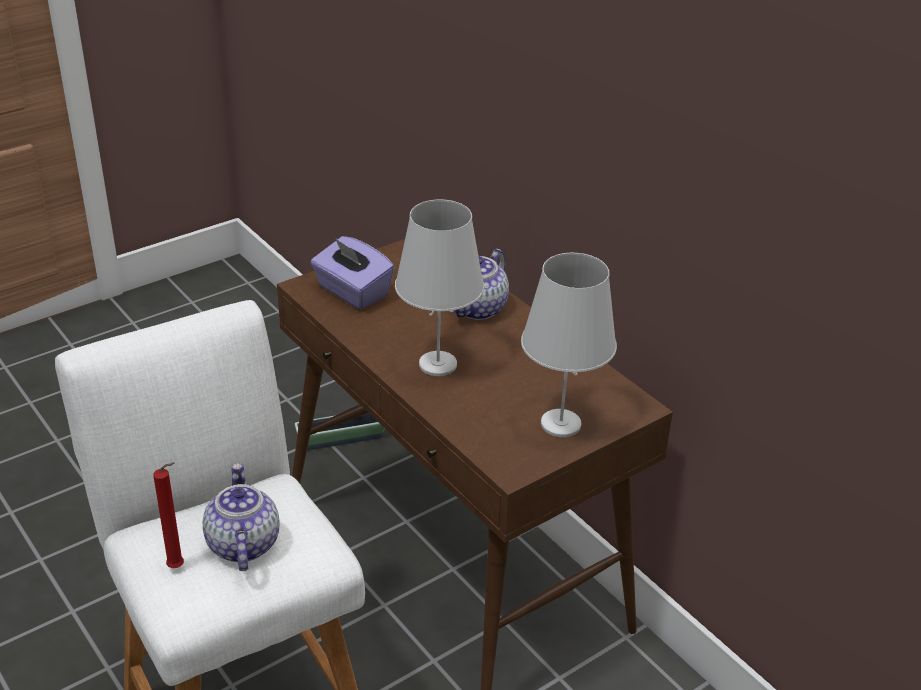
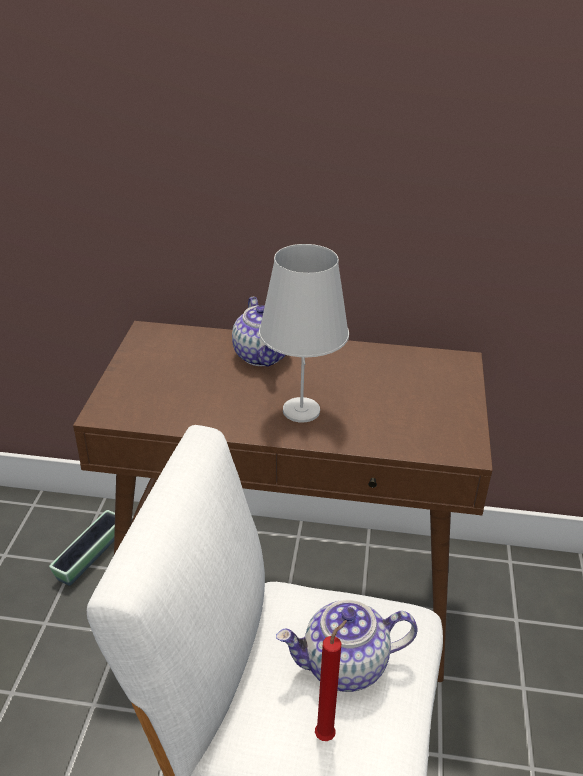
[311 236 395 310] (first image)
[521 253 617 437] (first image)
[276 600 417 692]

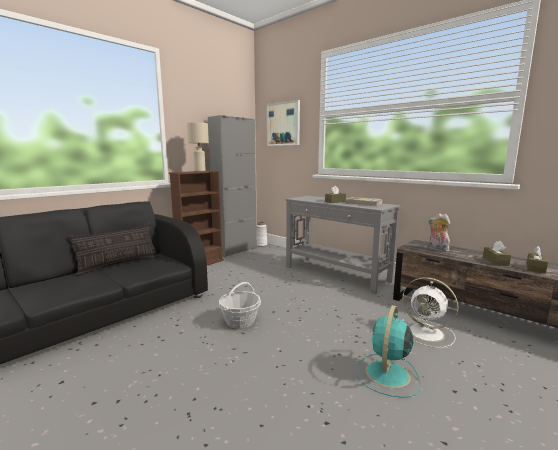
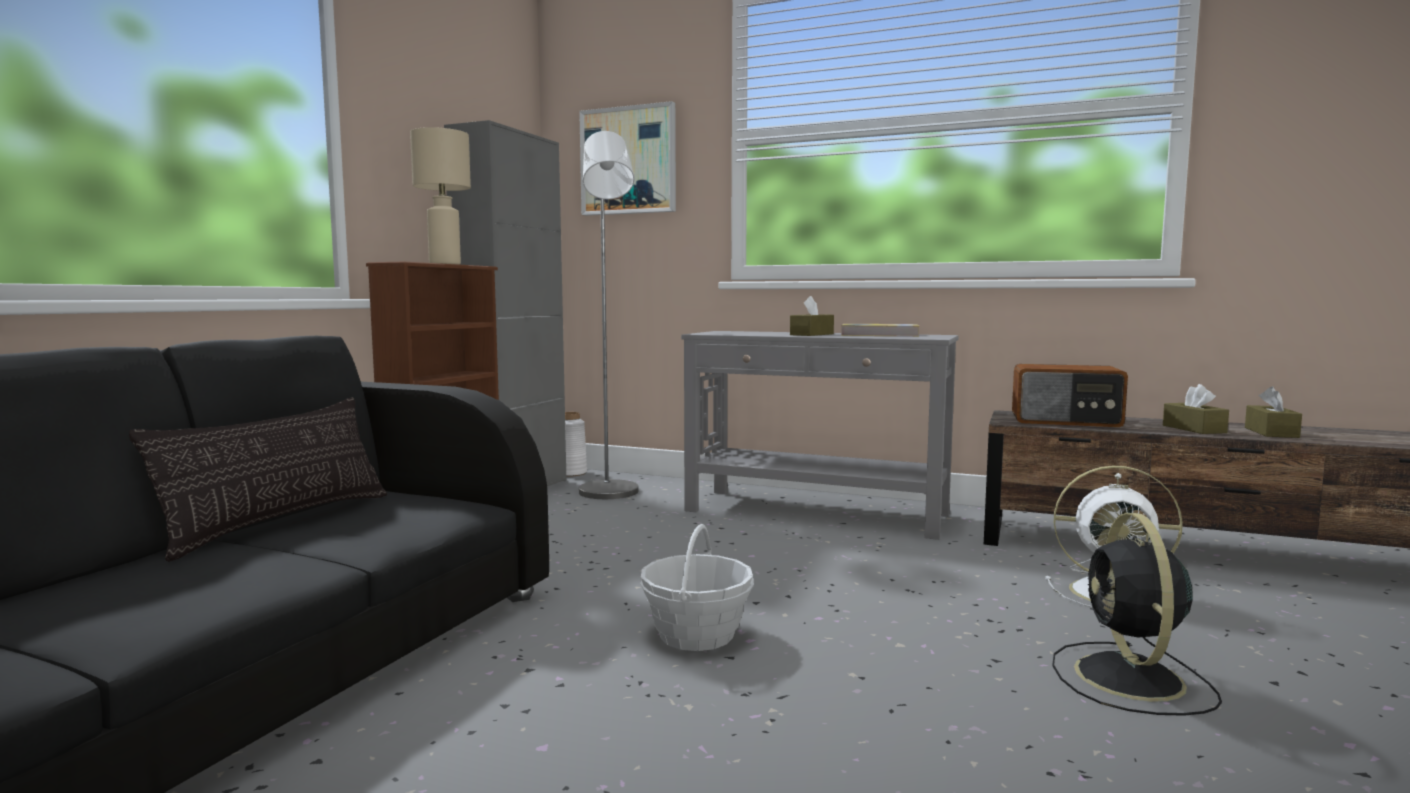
[579 131 639 499]
[1012 364 1128 427]
[1052 513 1222 716]

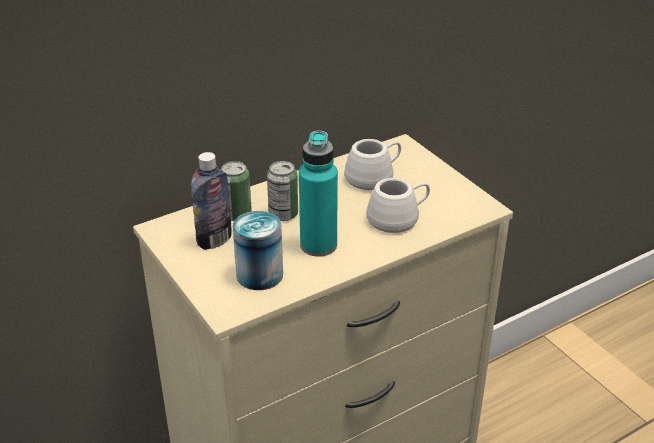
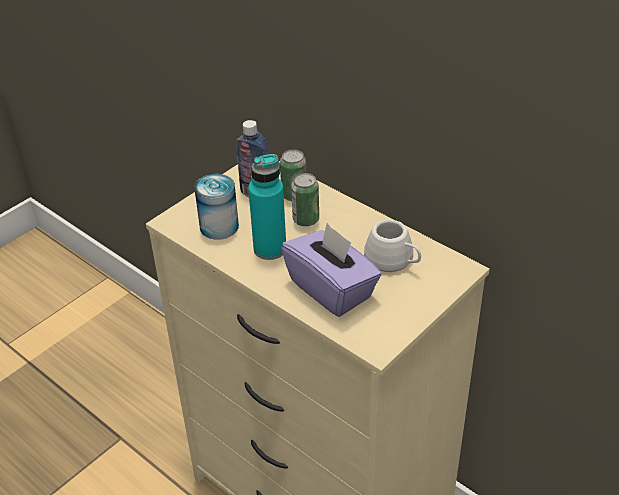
[281 223 382 317]

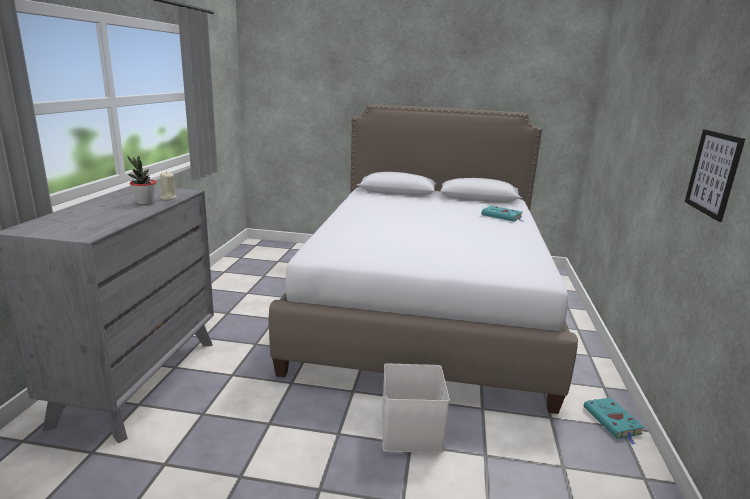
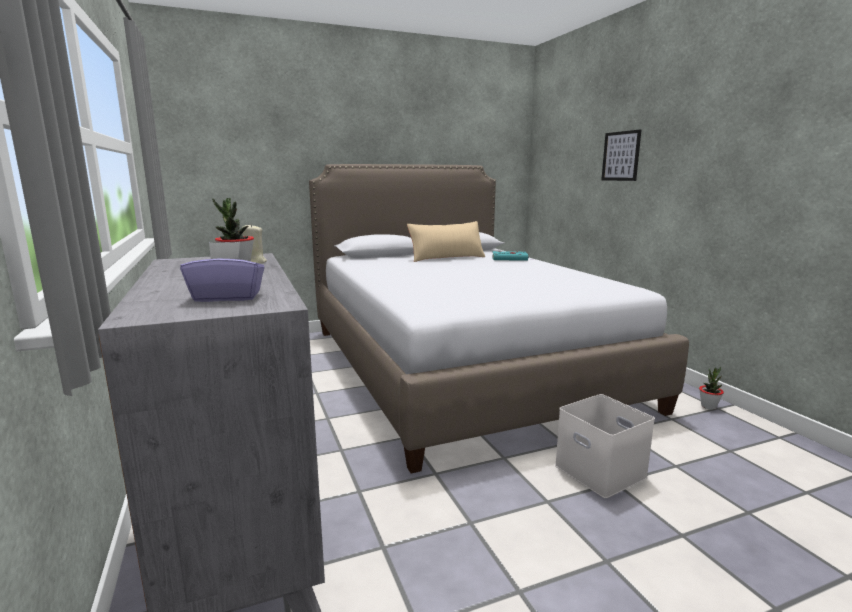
[180 242 265 302]
[407 221 485 262]
[601 129 641 181]
[699 366 724 410]

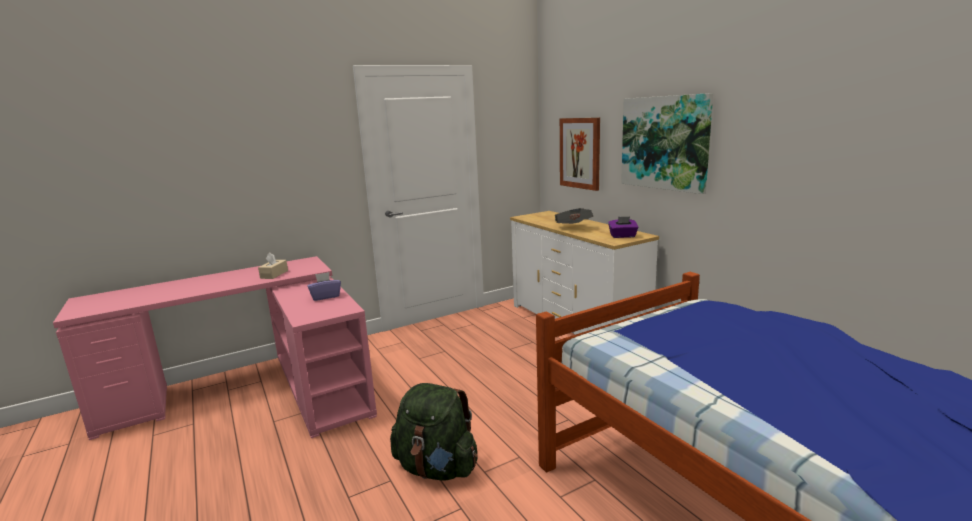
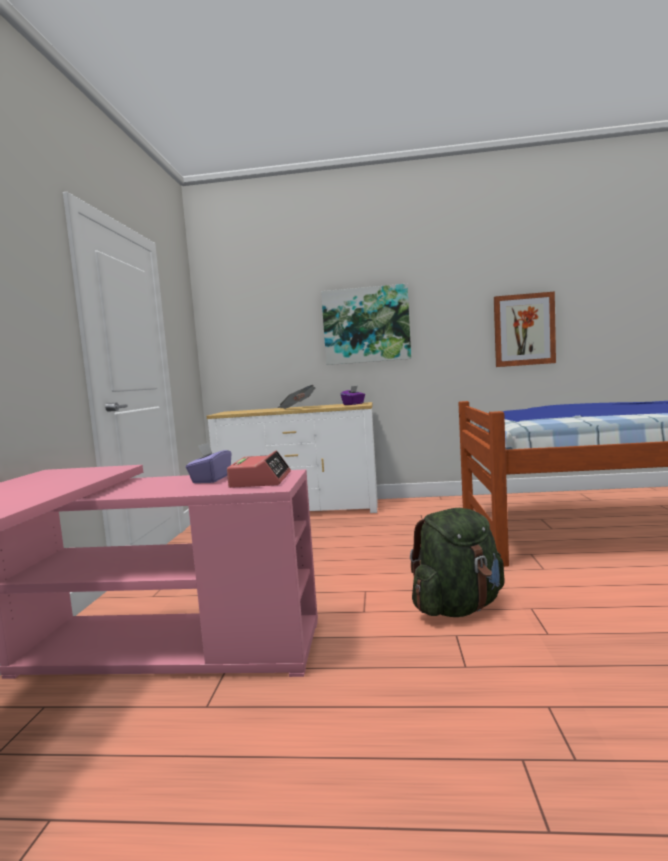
[258 253 288 279] (first image)
[227 451 291 488]
[494 291 556 367]

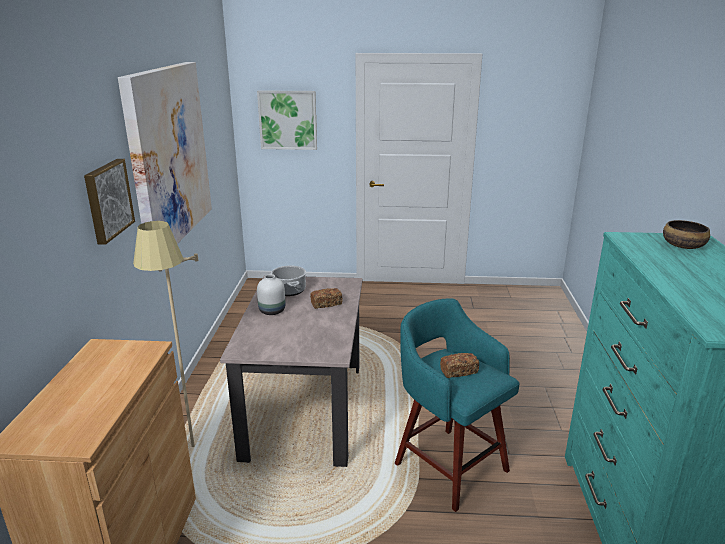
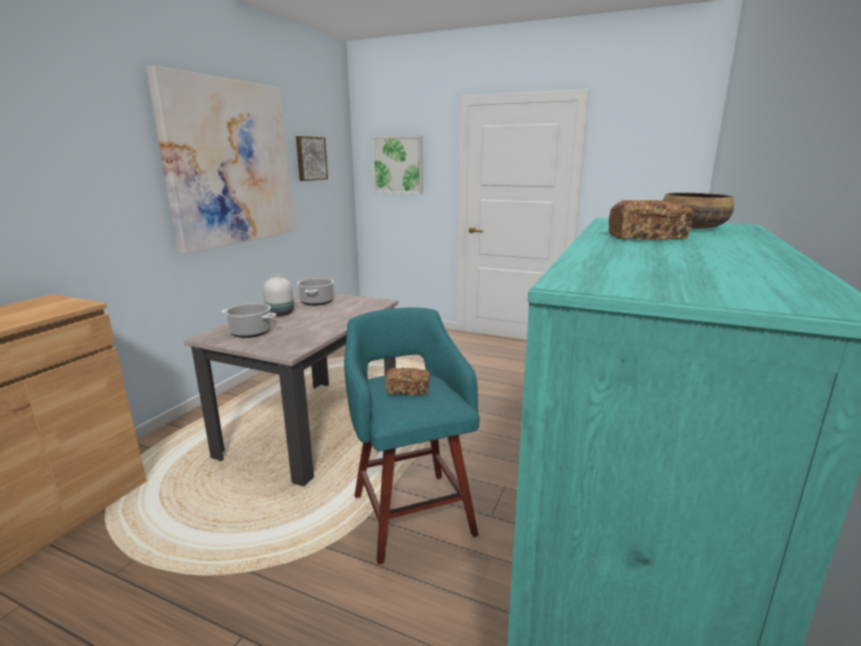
[133 221 198 447] (first image)
[221 303 276 338]
[296 136 328 181]
[609 200 693 240]

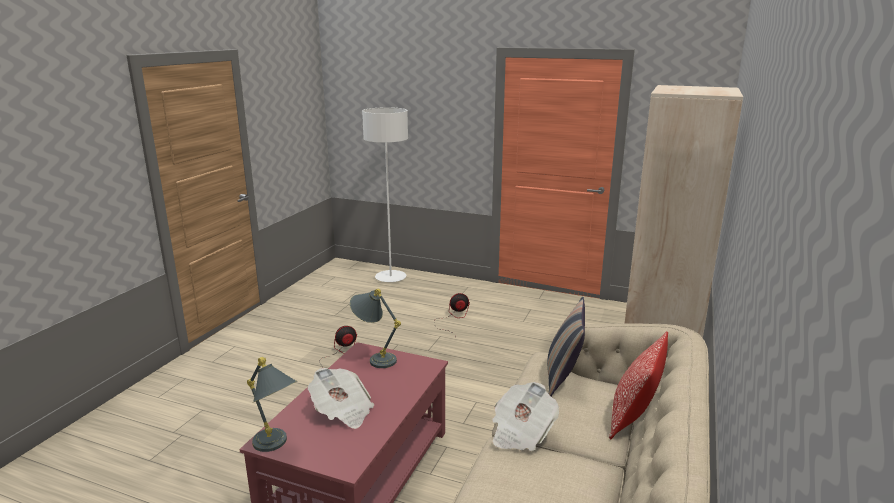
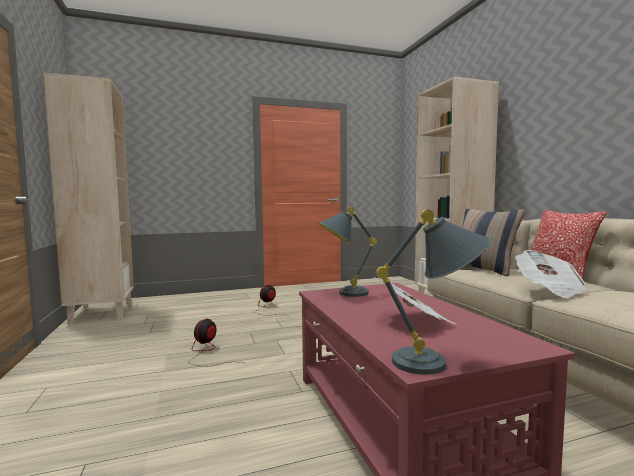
[362 107 408 282] (first image)
[43 73 134 325]

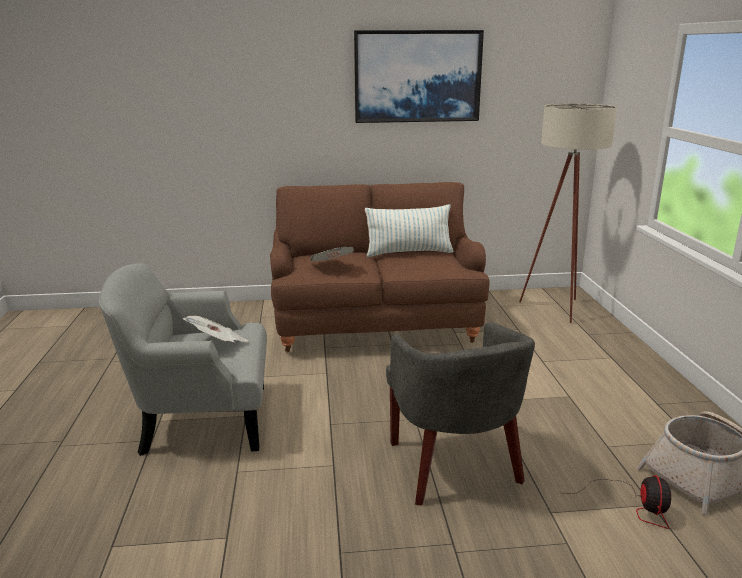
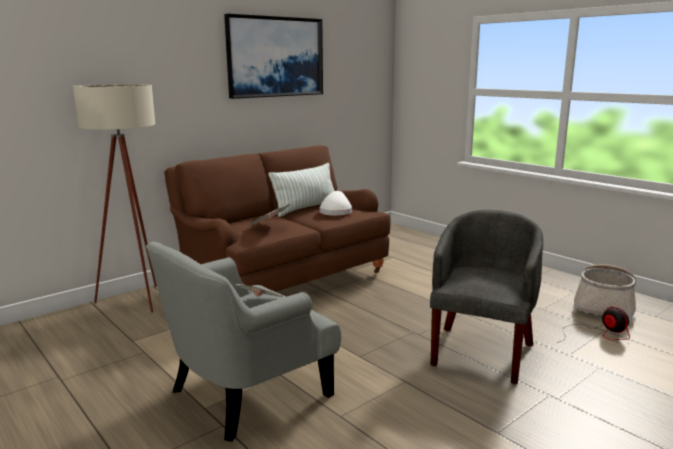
[319 191 352 216]
[73 84 157 313]
[430 210 543 384]

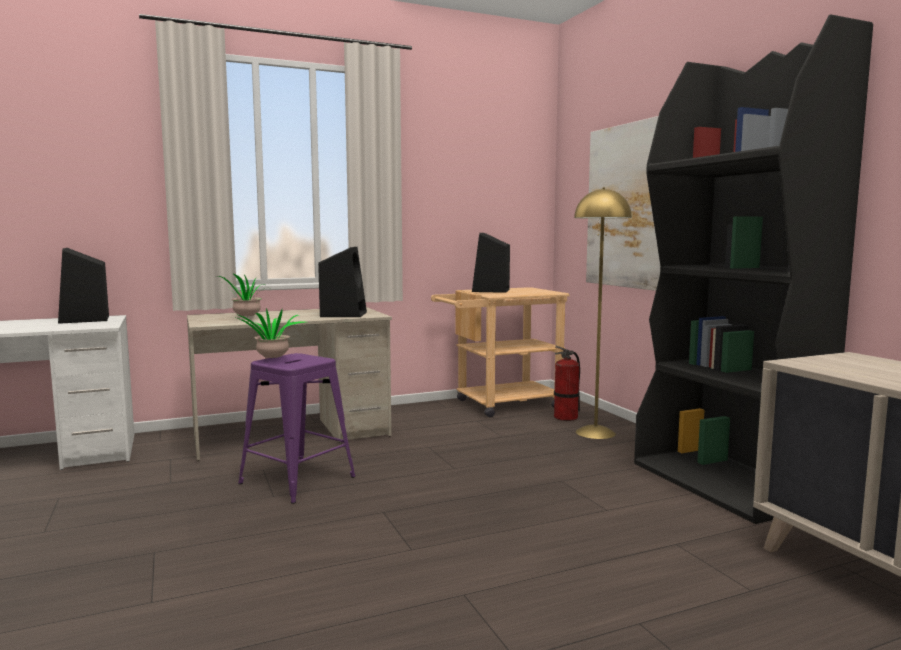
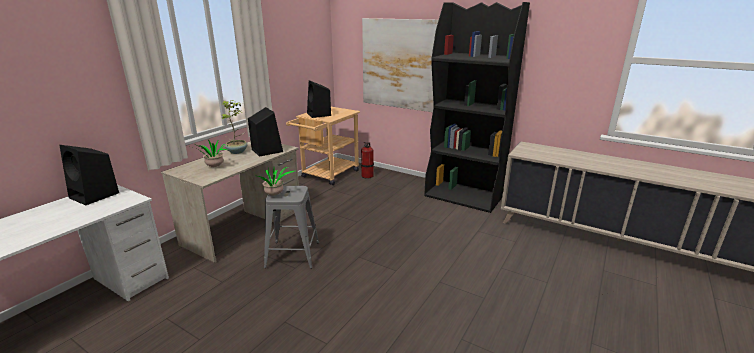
[574 188 632 439] (first image)
[221 100 247 154]
[264 186 319 269]

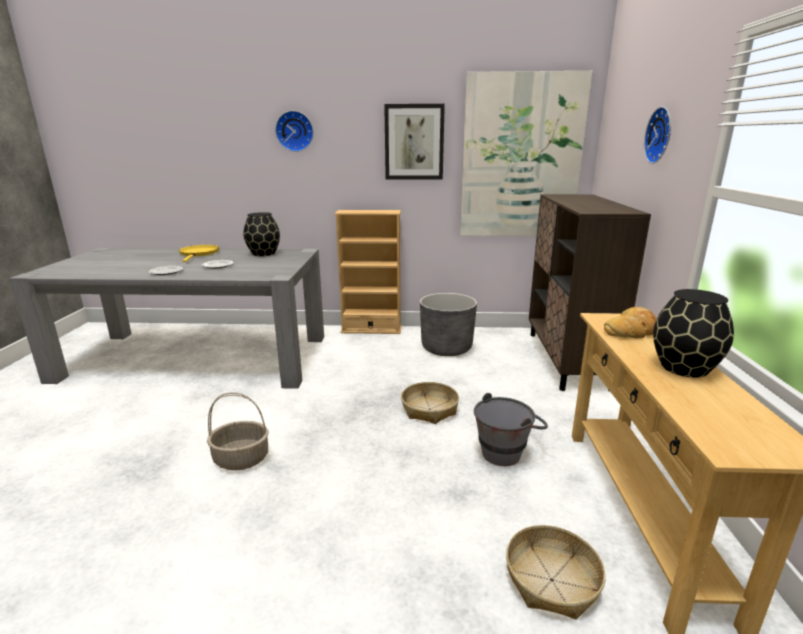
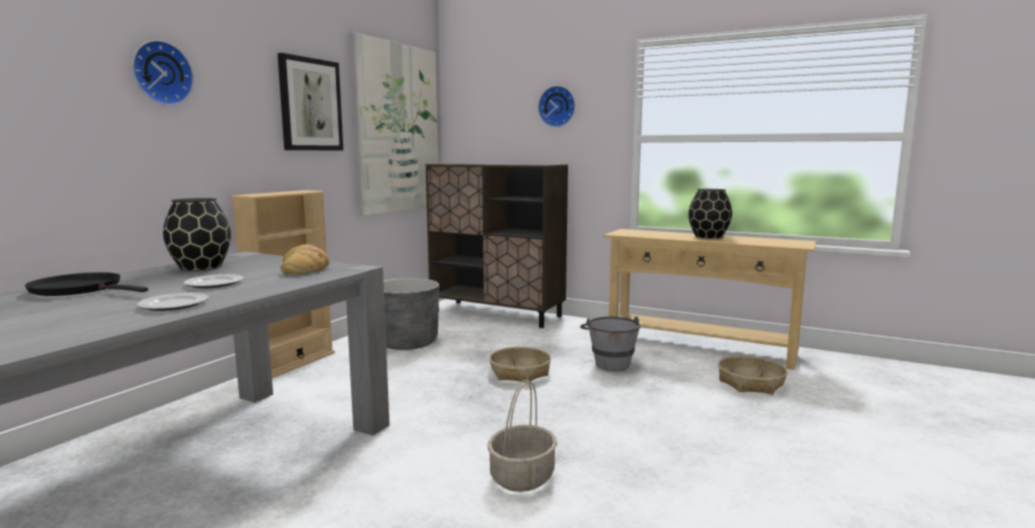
[281 244 329 275]
[25 272 148 296]

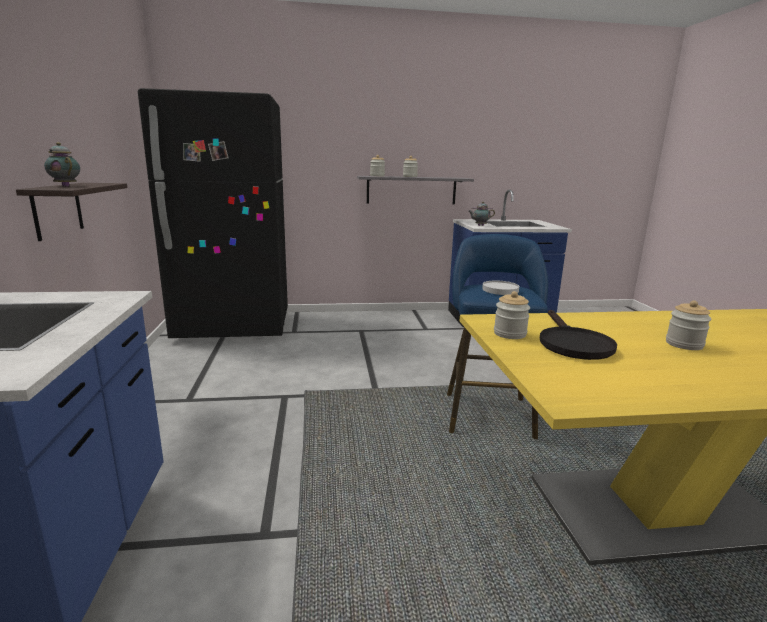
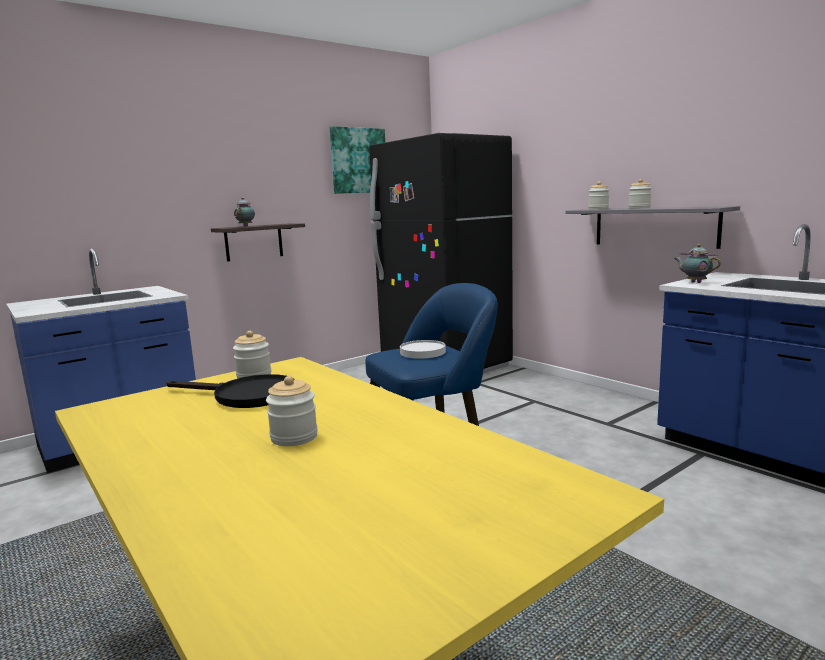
[330 126 385 194]
[166 374 295 408]

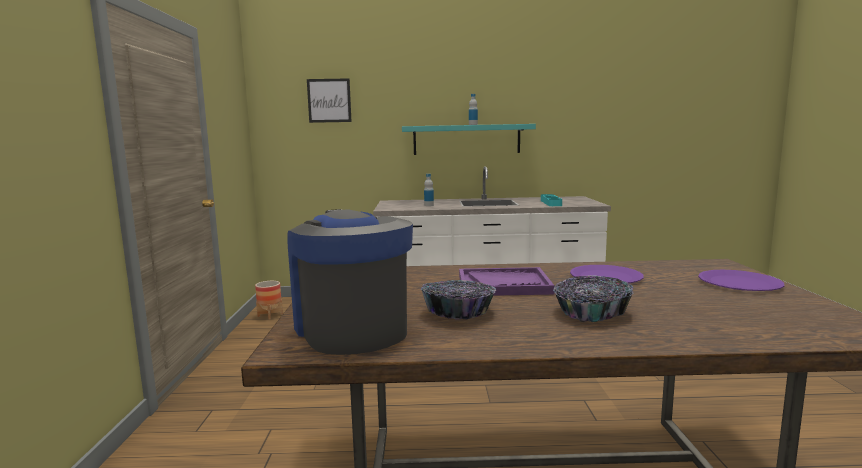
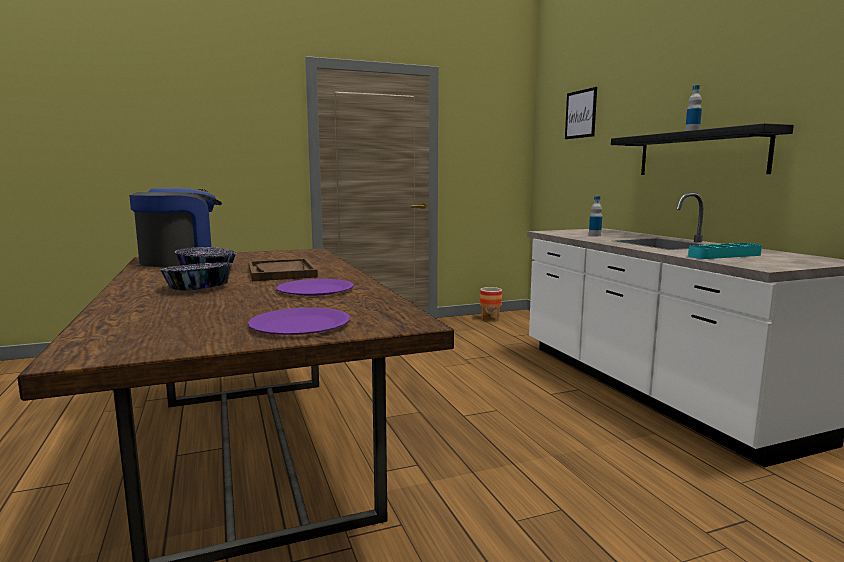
[611 123 794 175]
[249 258 318 281]

